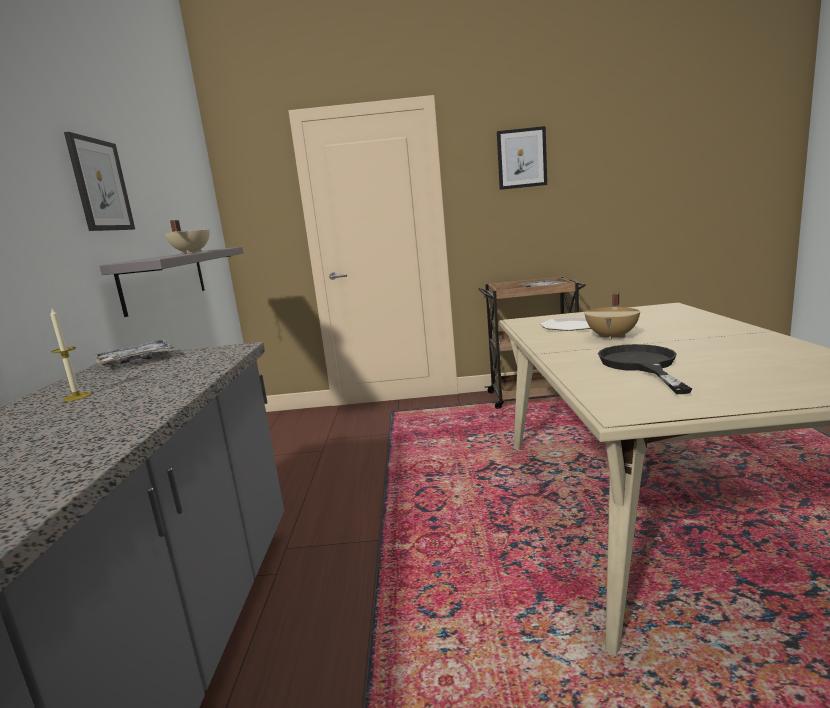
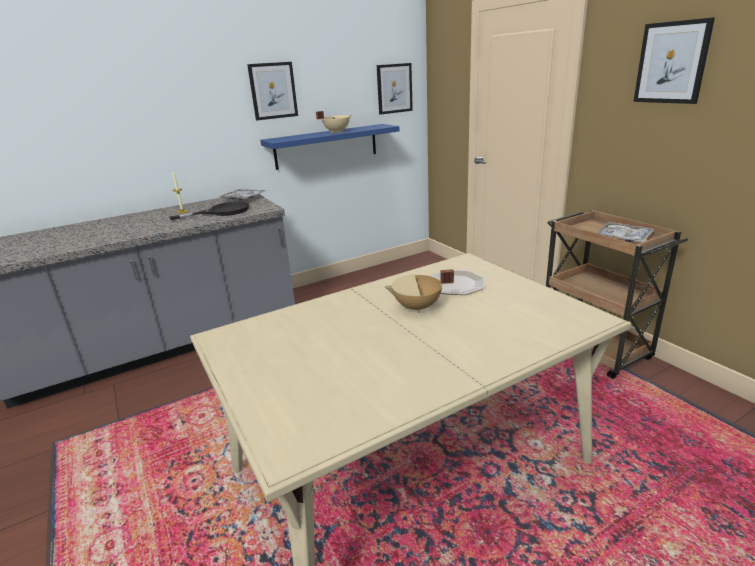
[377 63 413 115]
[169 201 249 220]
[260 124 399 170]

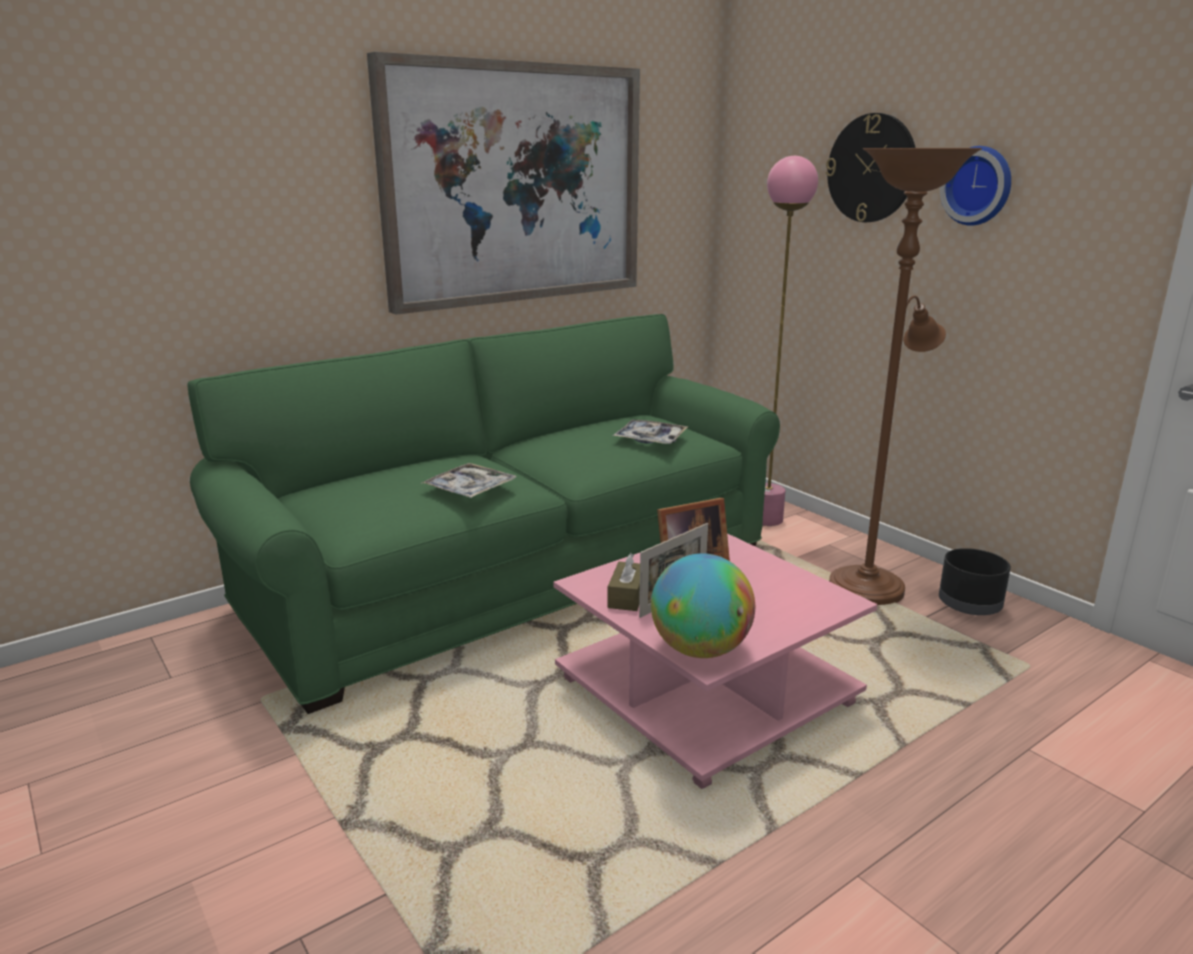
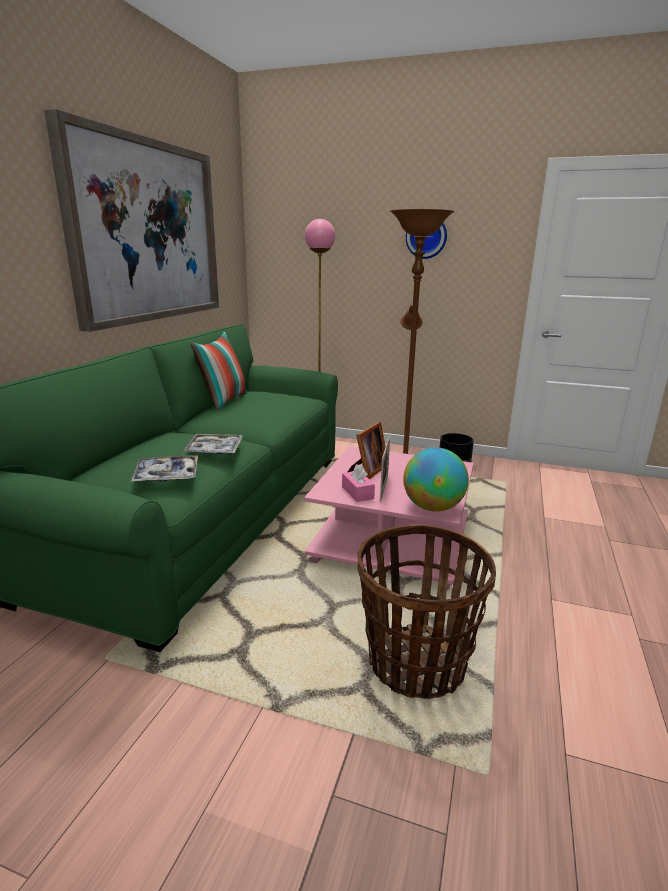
[826 113 915 222] (first image)
[191 332 248 410]
[357 524 496 699]
[131 455 198 482]
[342 464 375 502]

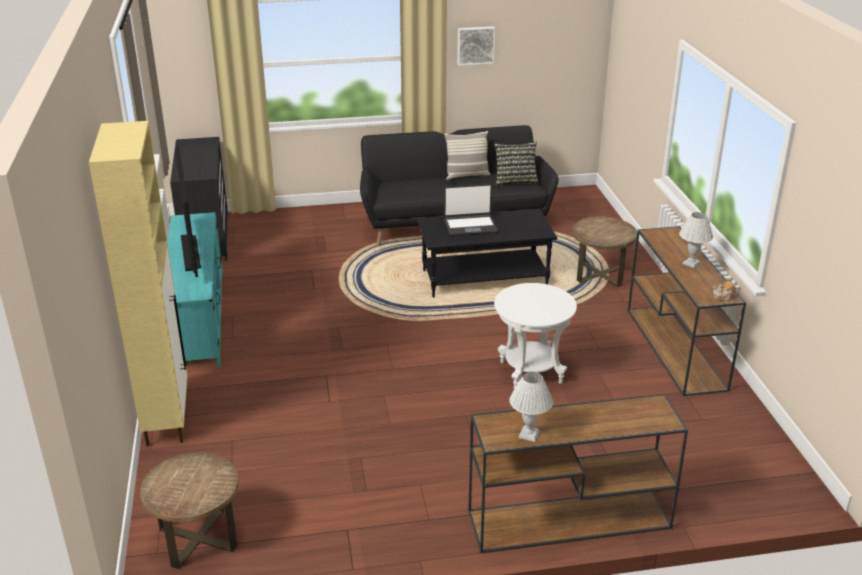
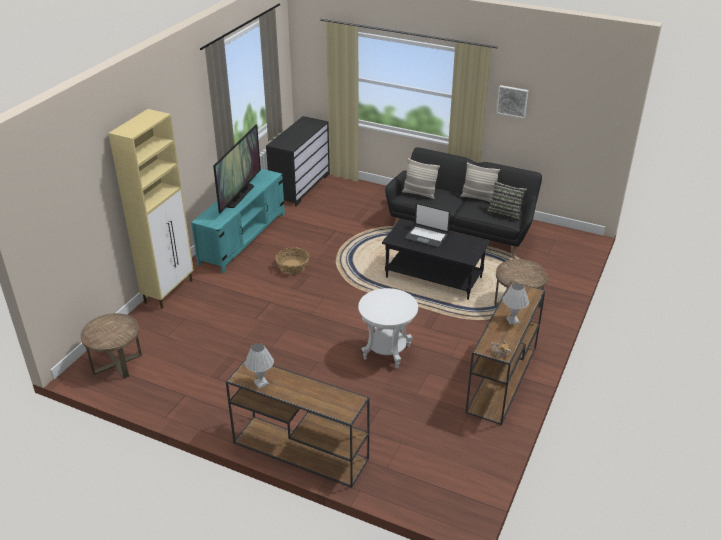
[275 247 309 274]
[402 158 440 199]

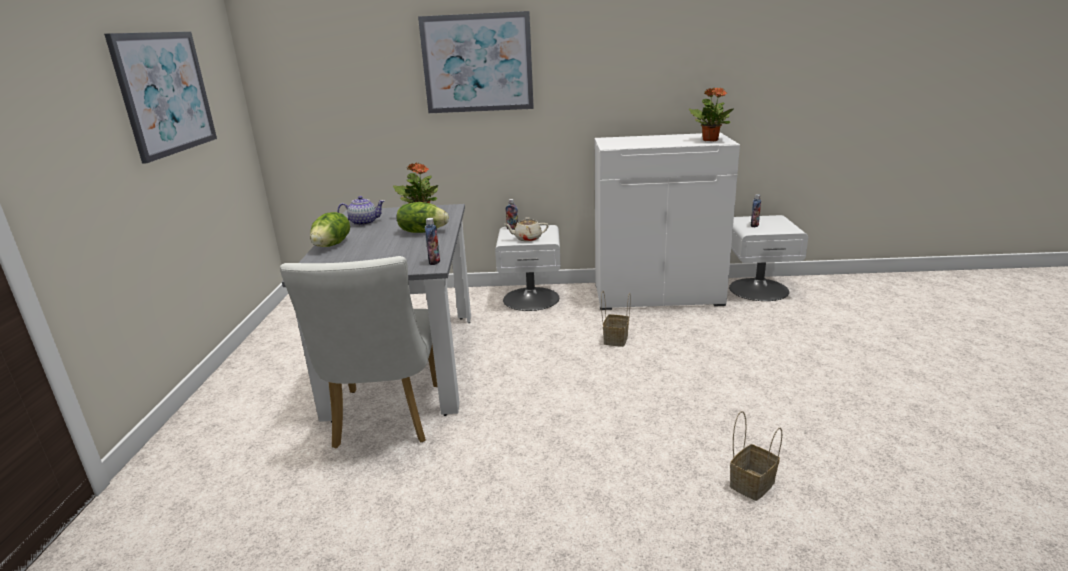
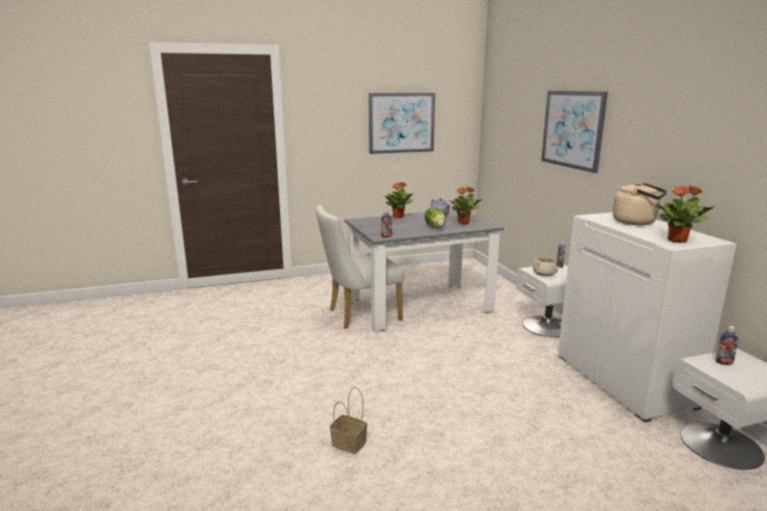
[601 290 631 347] (first image)
[613 183 667 225]
[386 182 414 218]

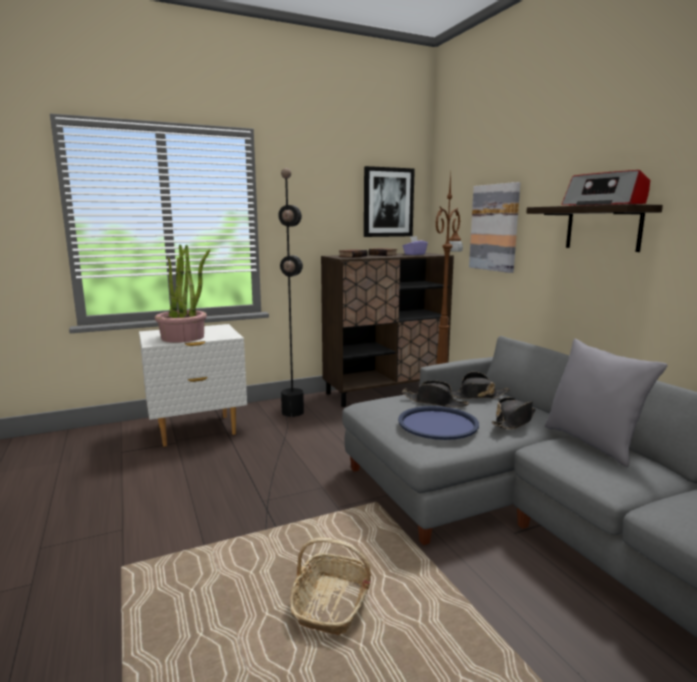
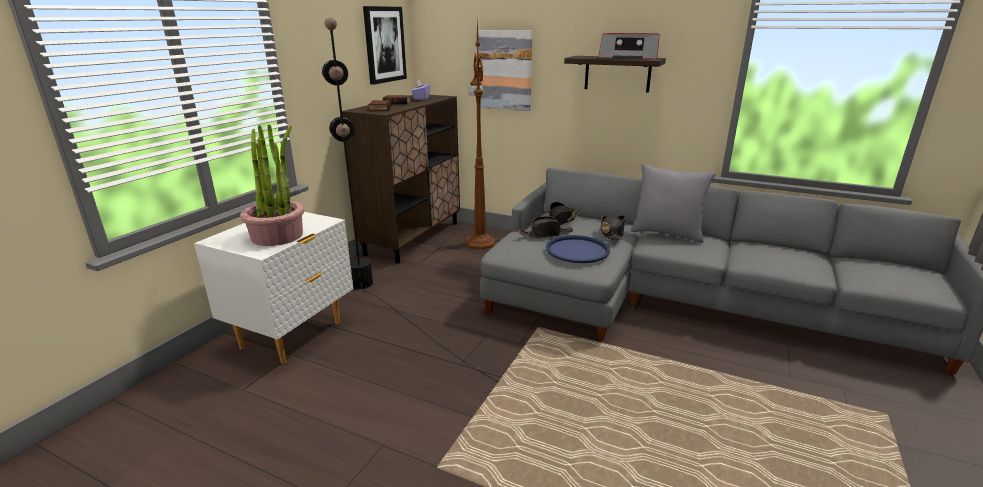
[290 537 371 635] (first image)

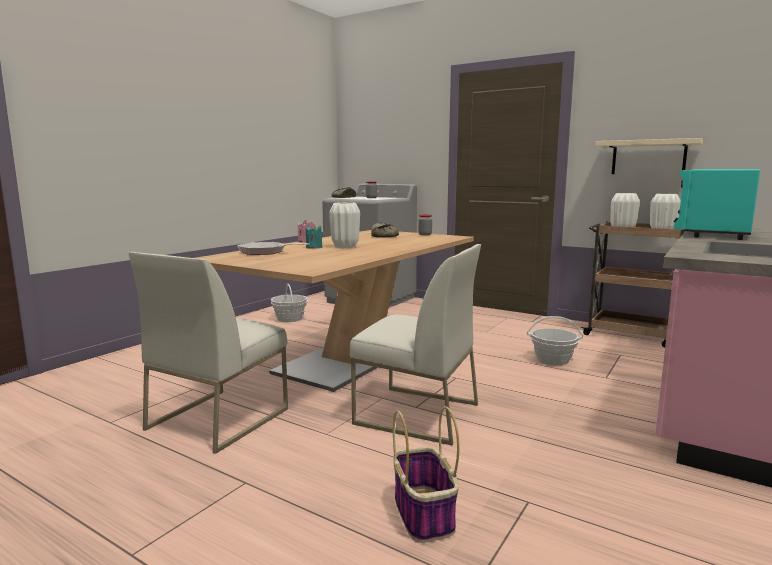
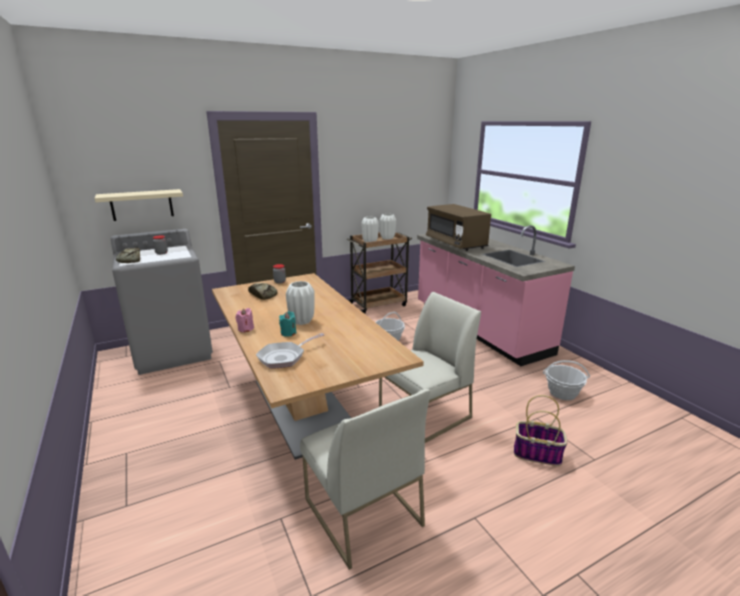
[543 360 590 400]
[95 189 183 221]
[426 204 491 251]

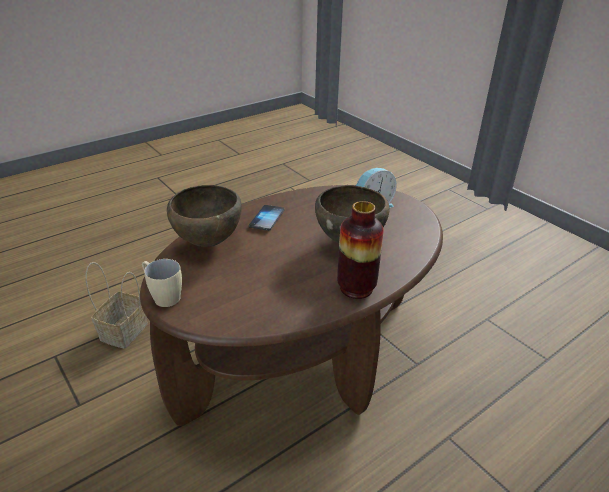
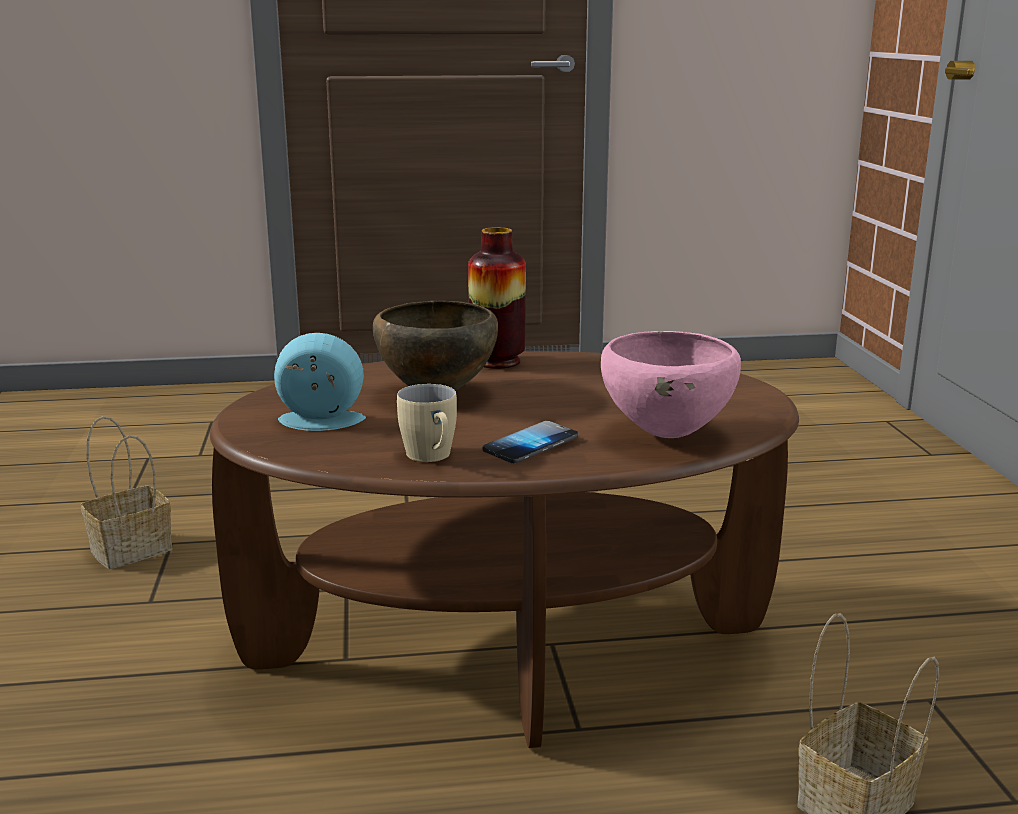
[81 416 172 569]
[397 384 457 462]
[601 331 741 438]

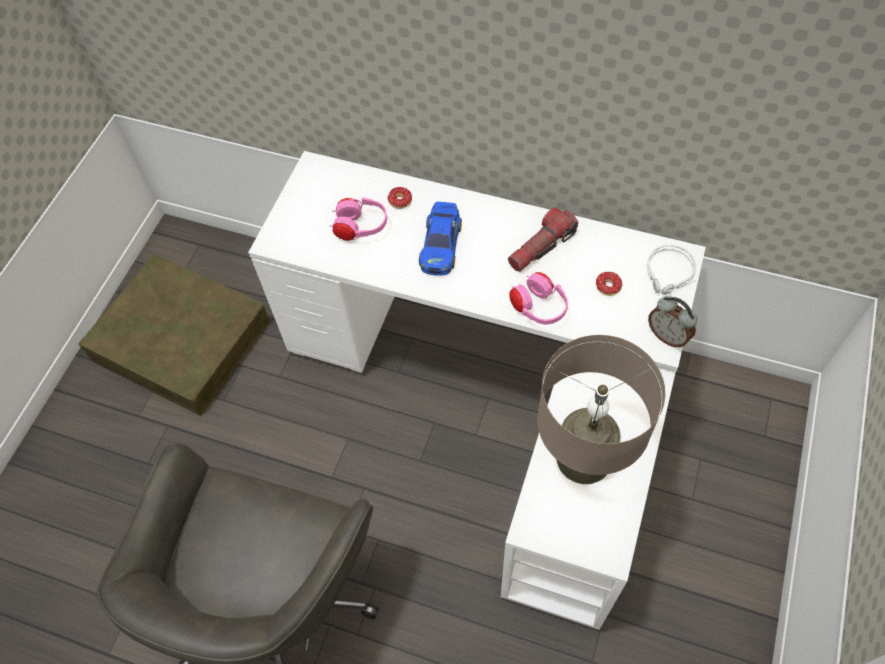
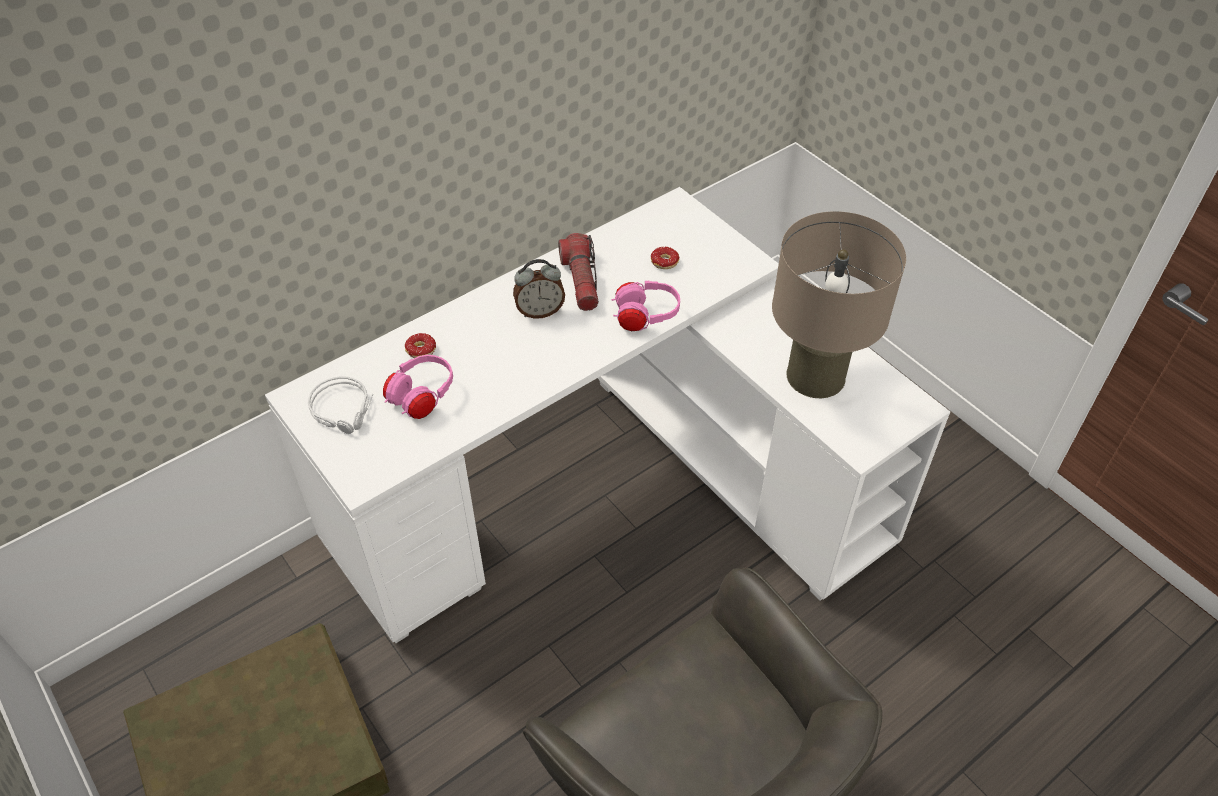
[419 201 462 276] (first image)
[308 376 373 434]
[513 259 565 319]

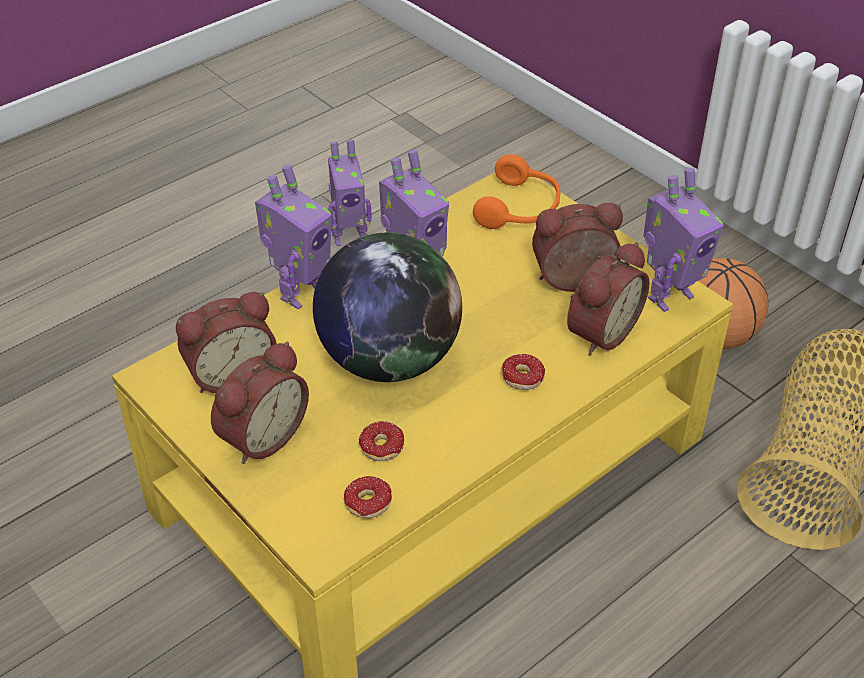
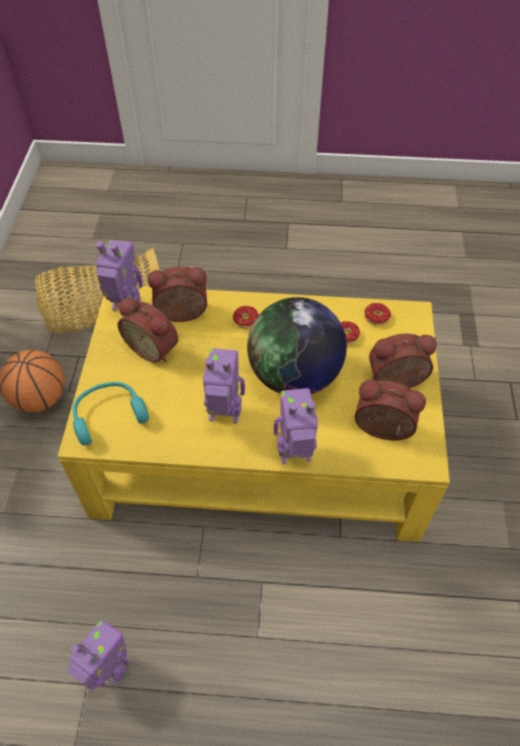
[73 382 149 446]

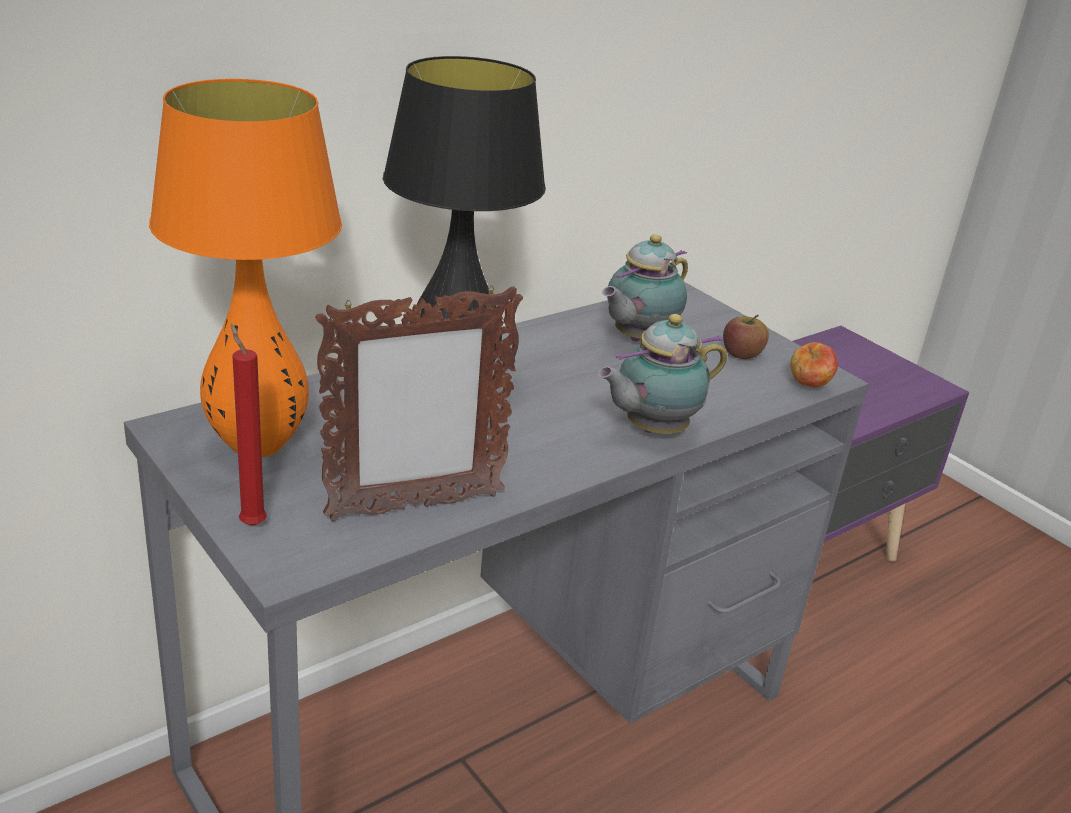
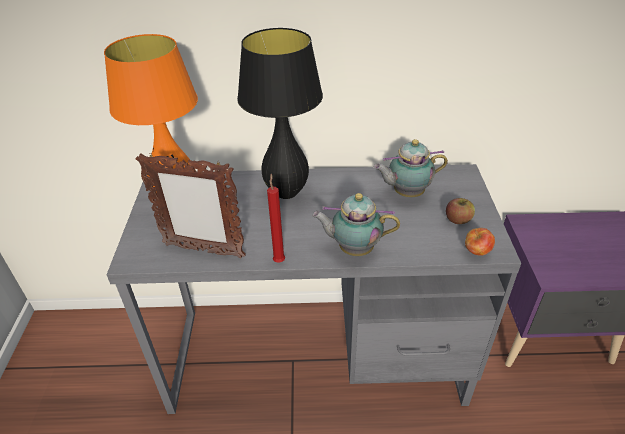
[267 174 285 263]

